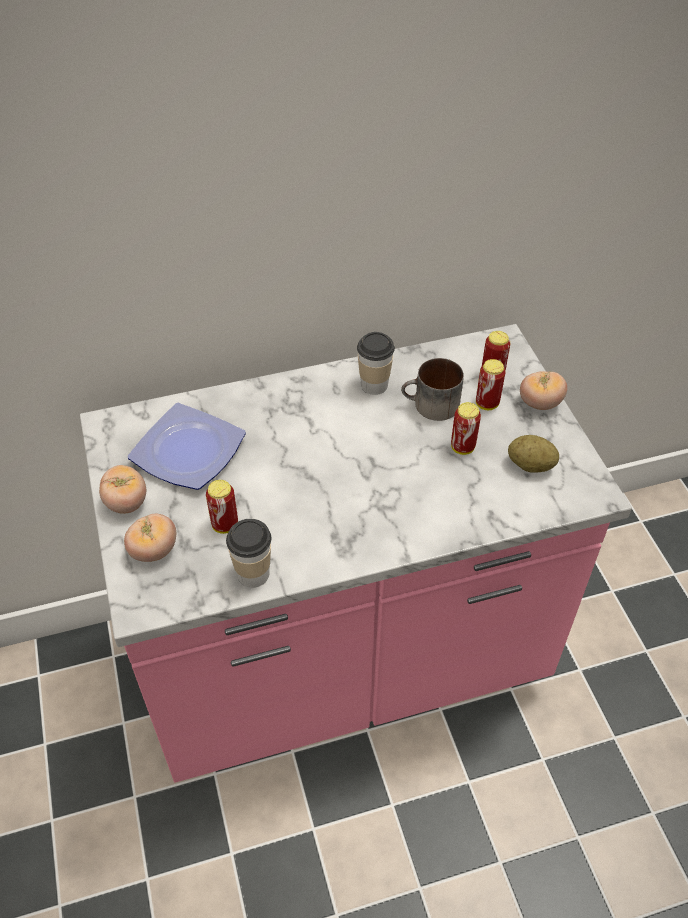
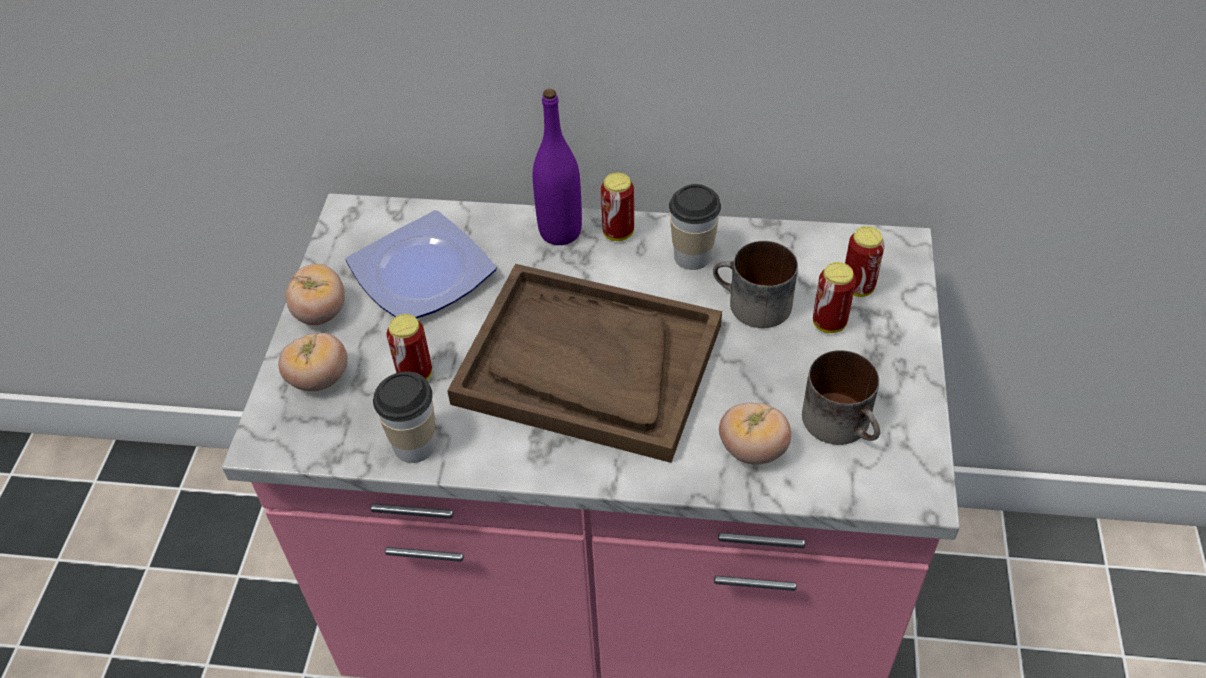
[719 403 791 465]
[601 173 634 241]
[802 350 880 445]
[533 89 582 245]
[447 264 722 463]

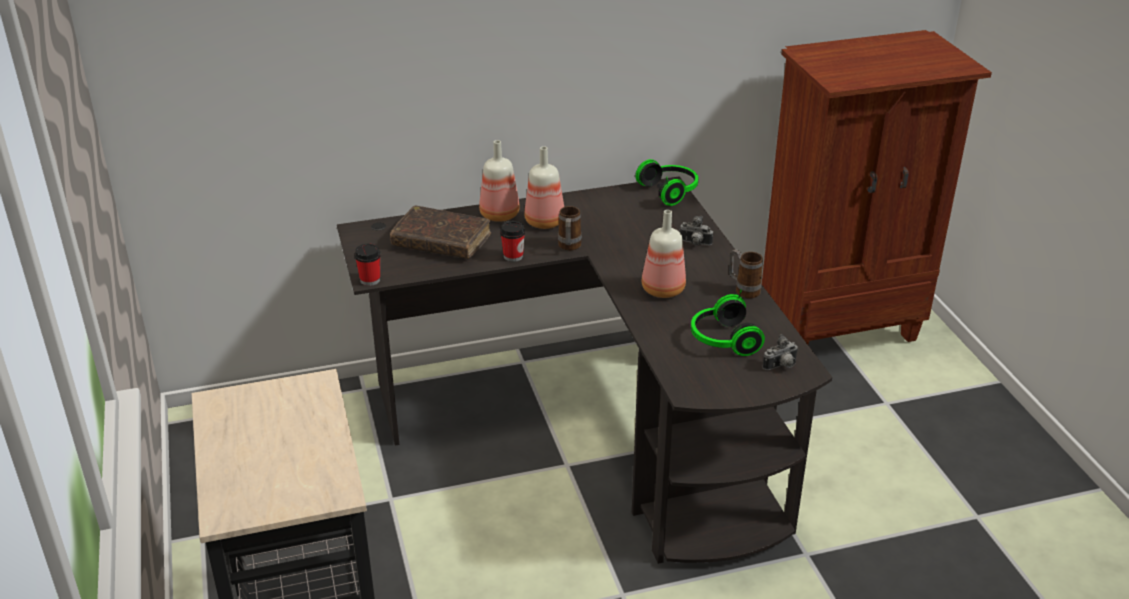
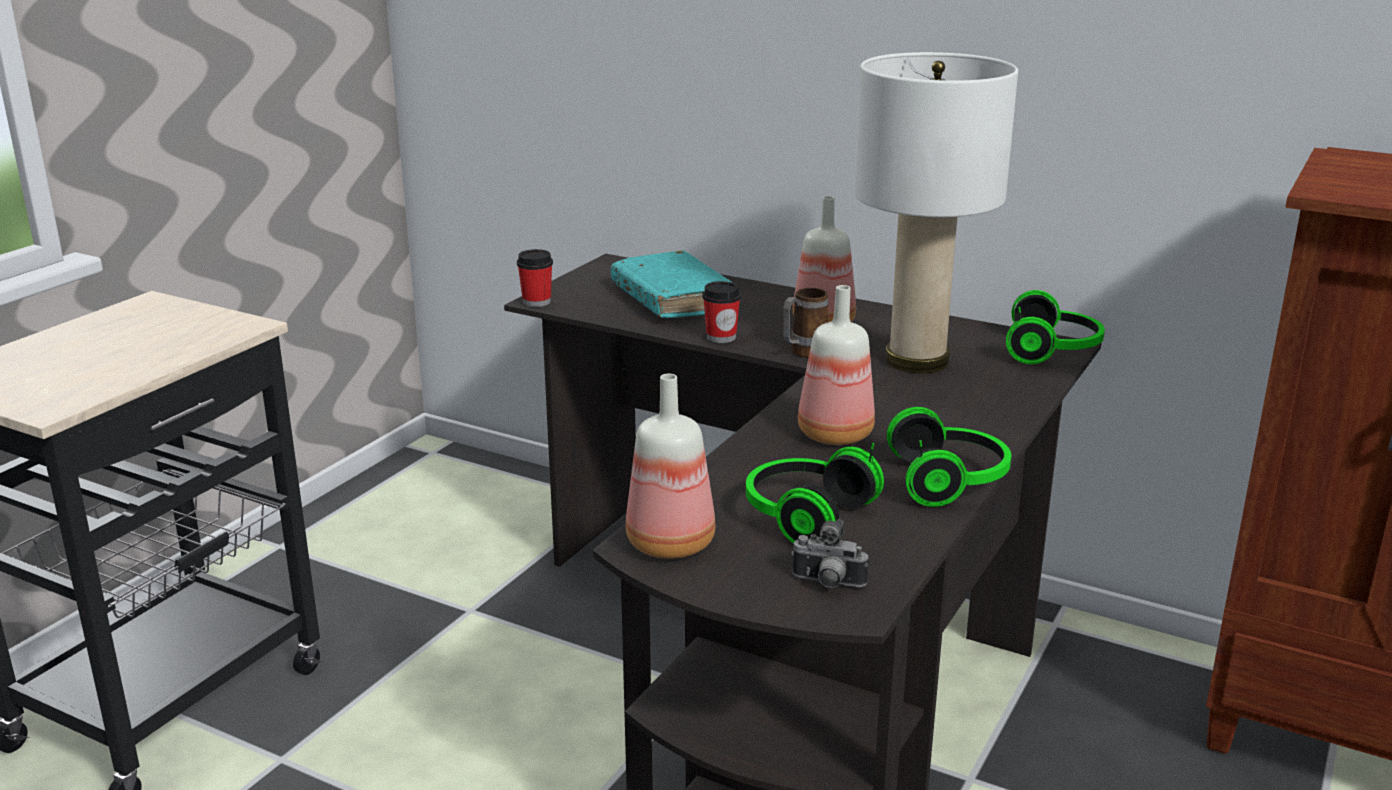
[626 373 715 559]
[611 251 733 318]
[679 216 713 245] (first image)
[887 407 1011 507]
[854 52 1018 373]

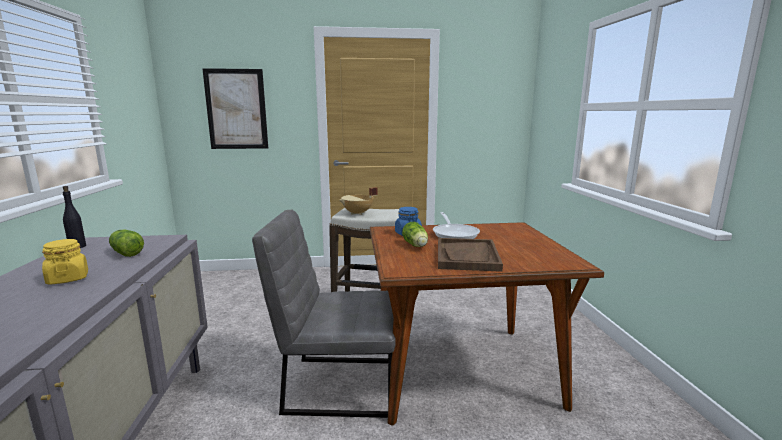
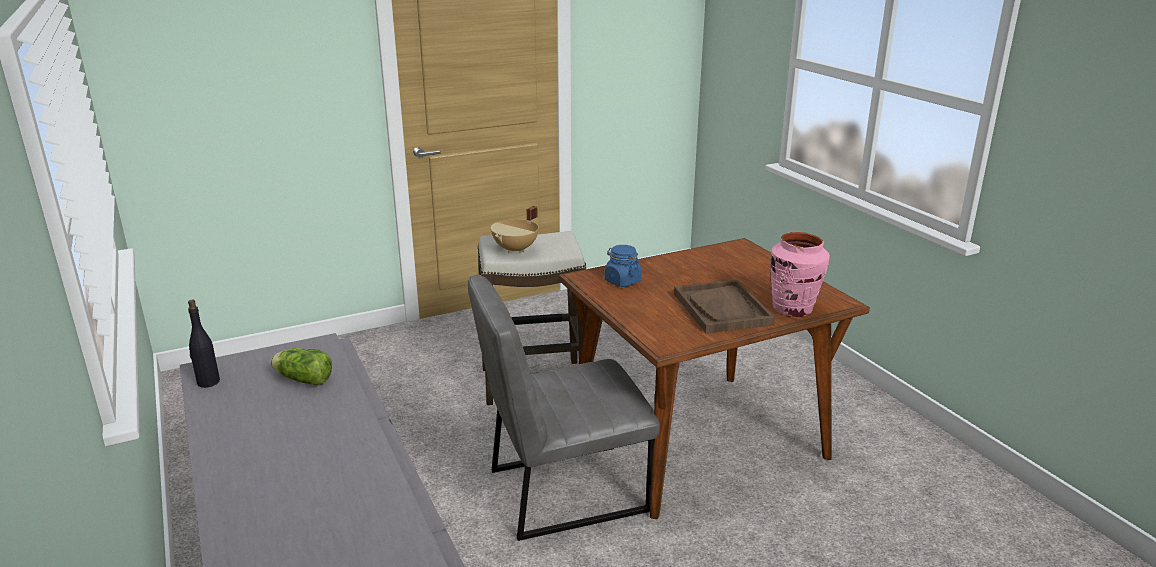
[202 68 268 149] (first image)
[433 212 480 239] (first image)
[402 222 428 247] (first image)
[42 239 88 285] (first image)
[770 232 830 317]

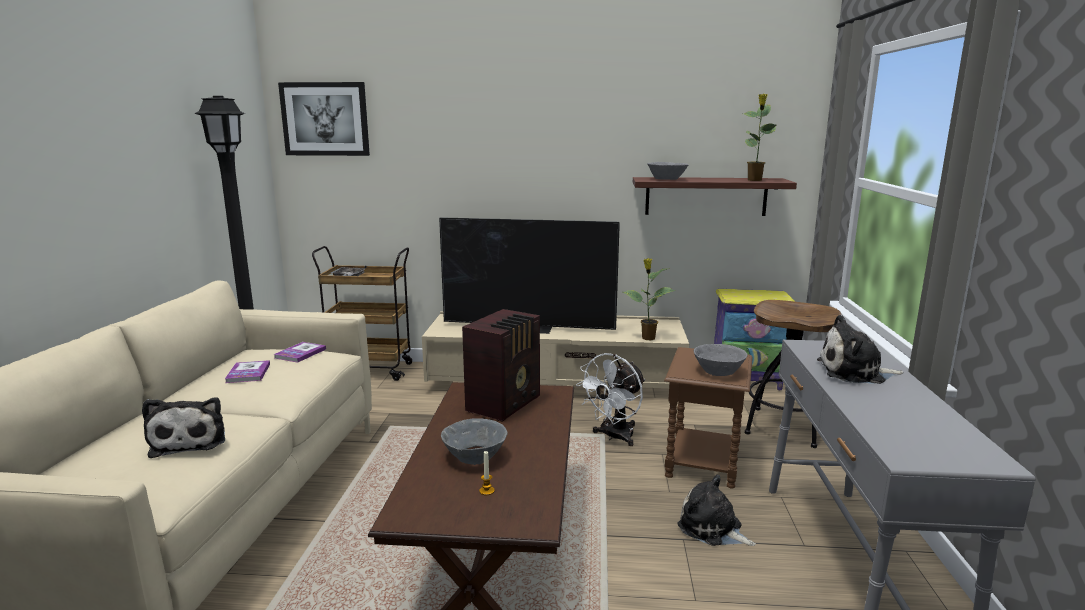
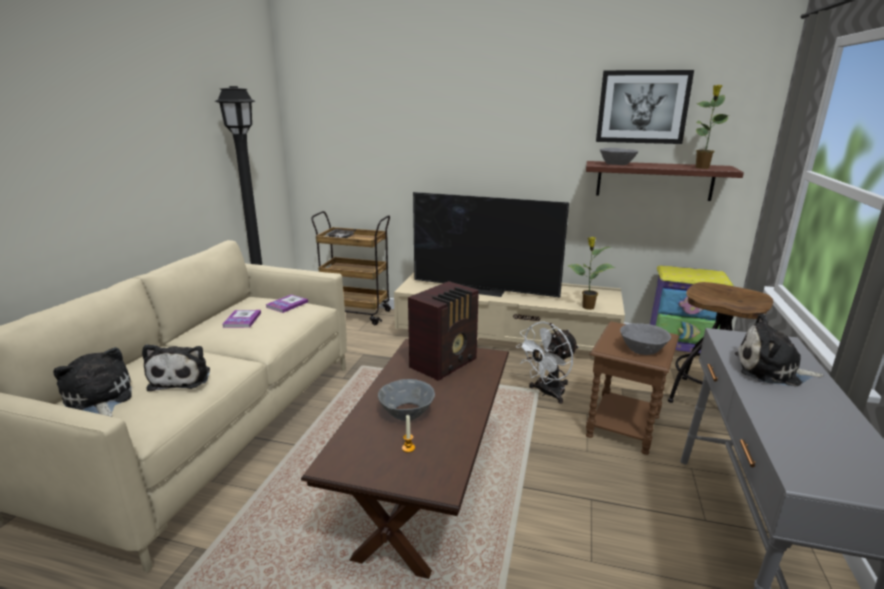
[596 70 694 144]
[53 347 132 417]

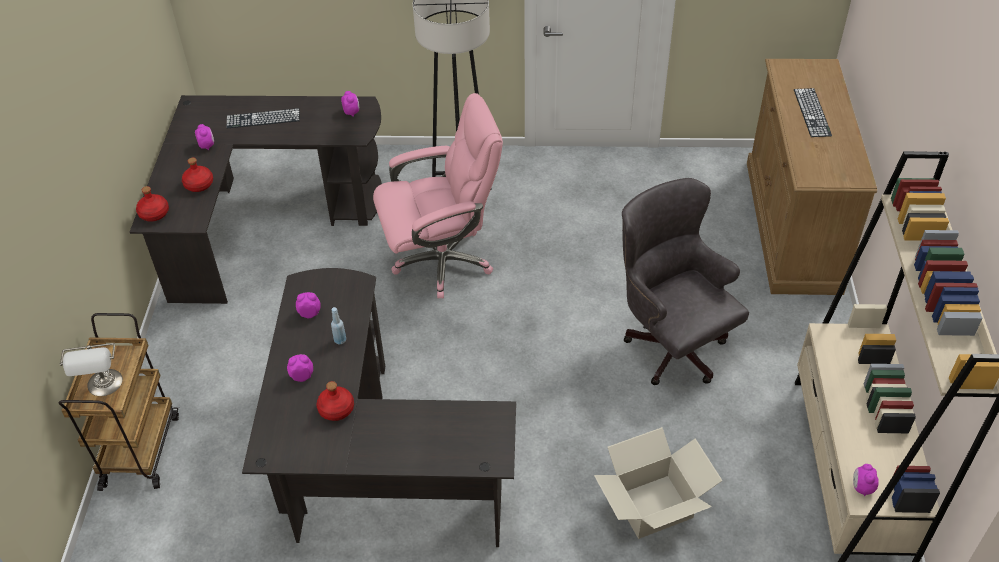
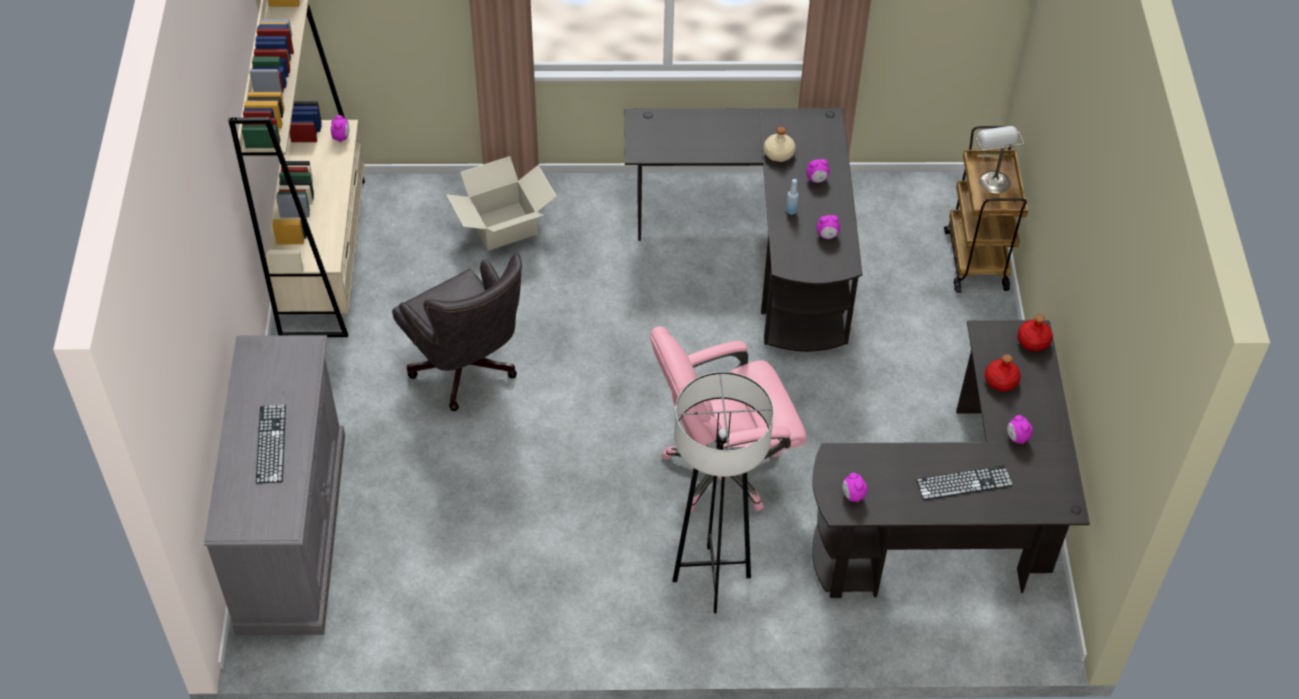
[204 335 345 635]
[764 126 796 162]

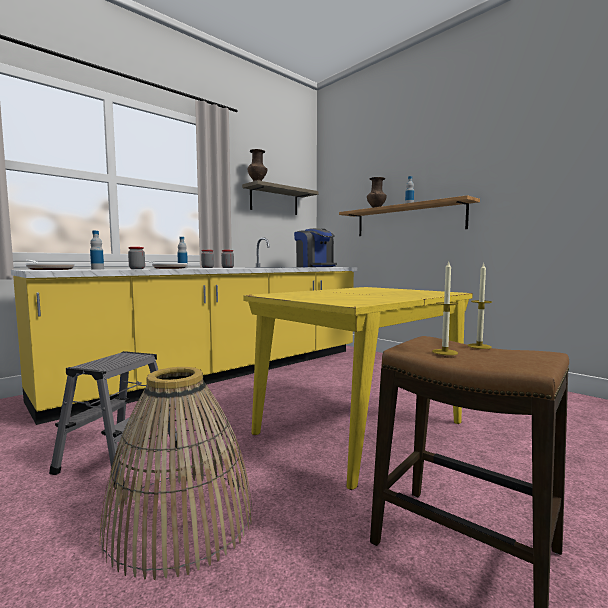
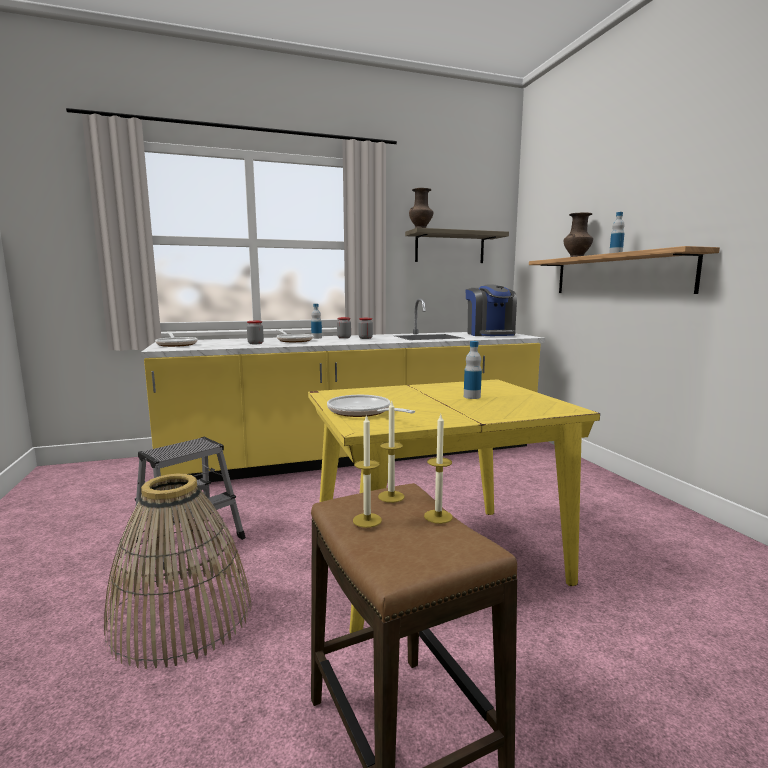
[464 341 482 399]
[327 395 415 417]
[378 401 405 503]

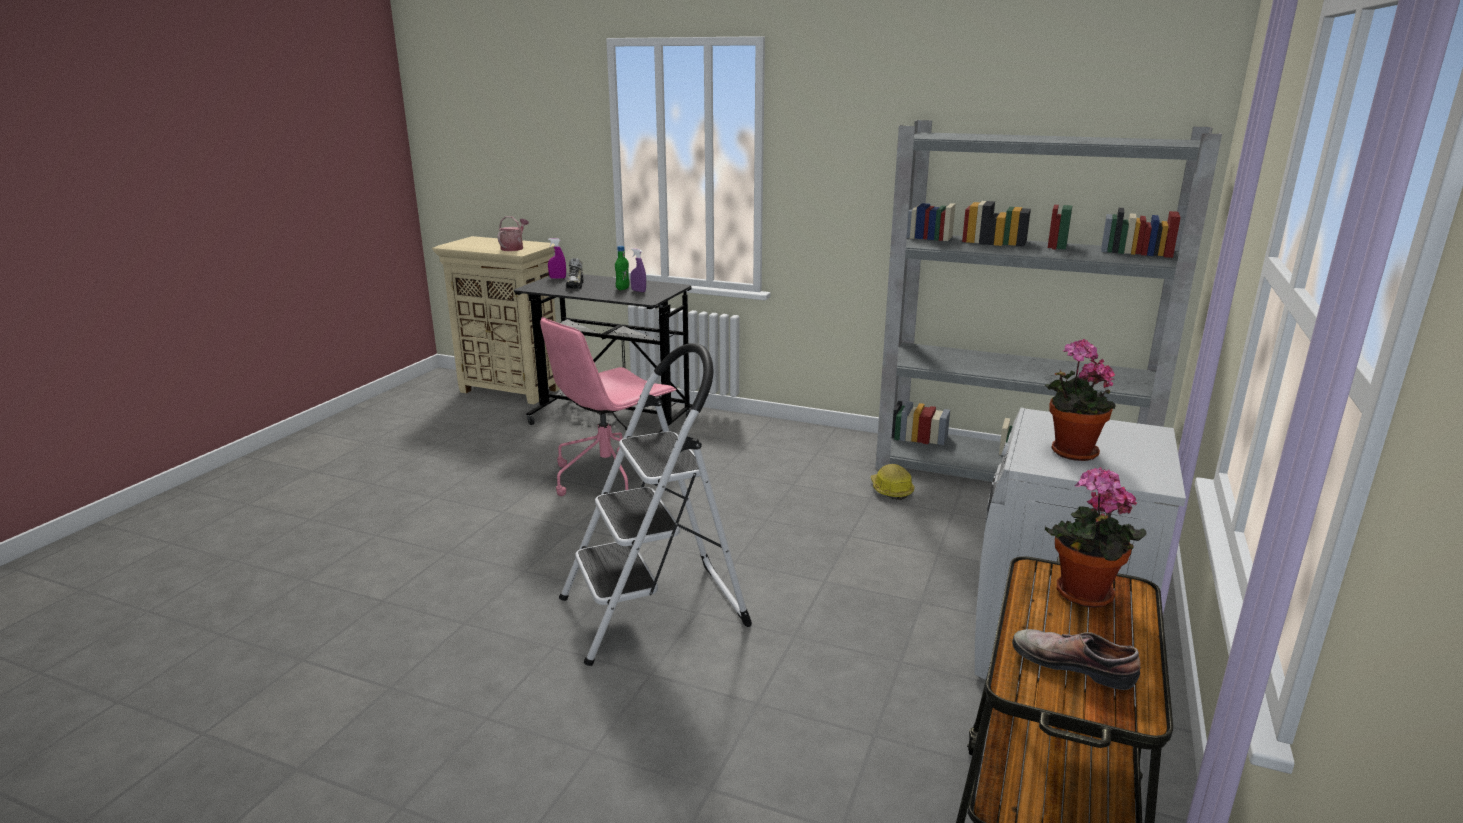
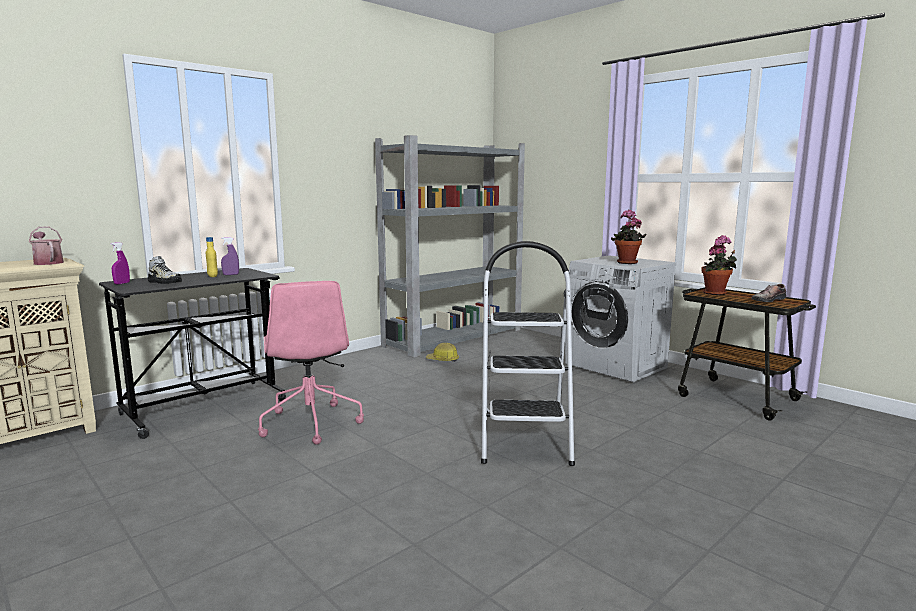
[206 237 218 277]

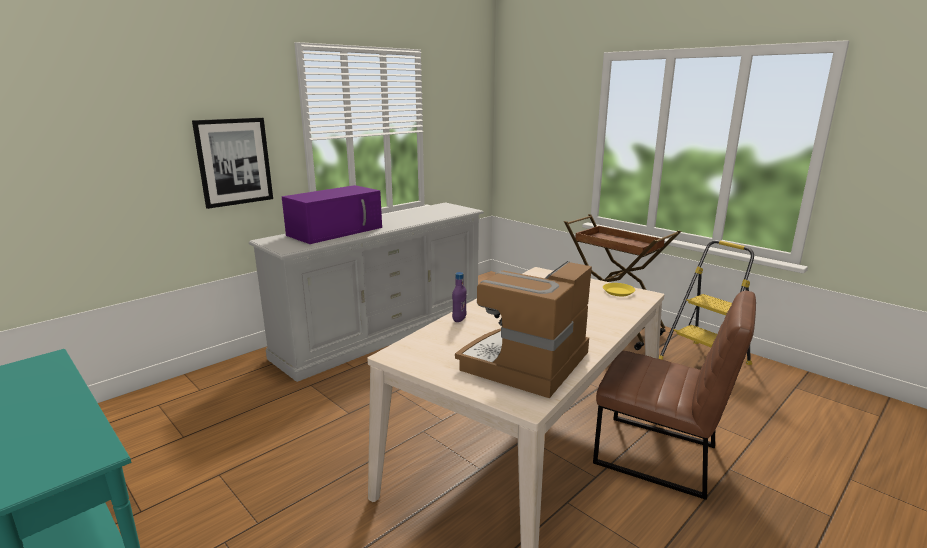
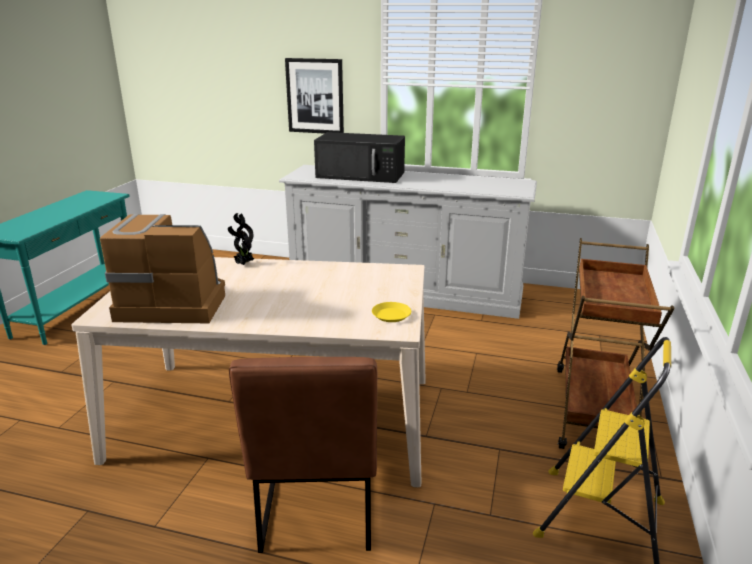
[314 132 405 183]
[228 213 254 265]

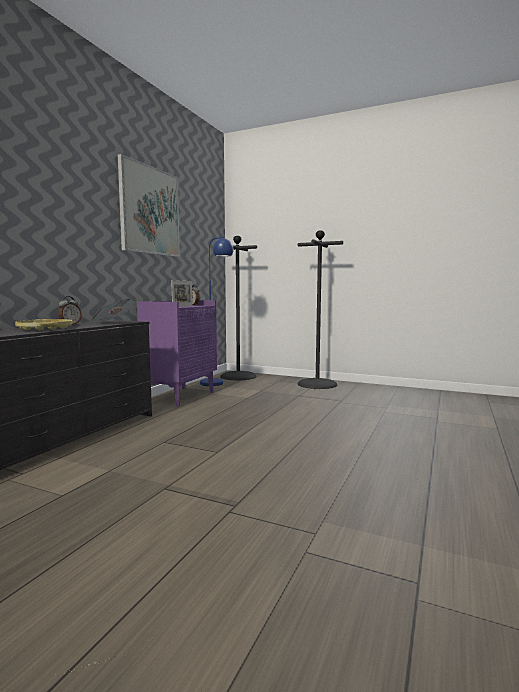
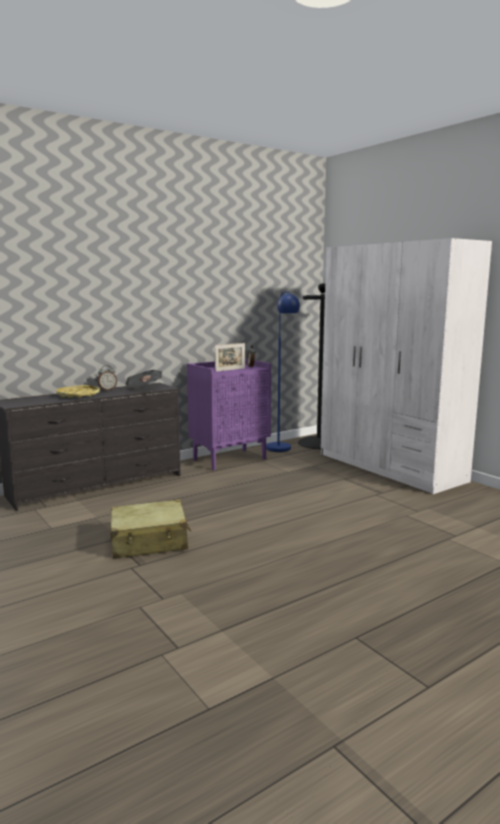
[117 154 180 257] (first image)
[321 238 492 494]
[110 499 191 559]

